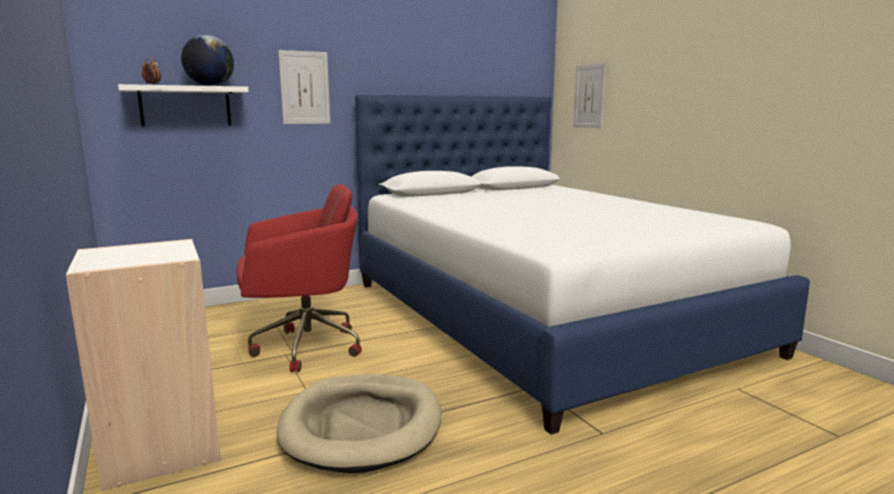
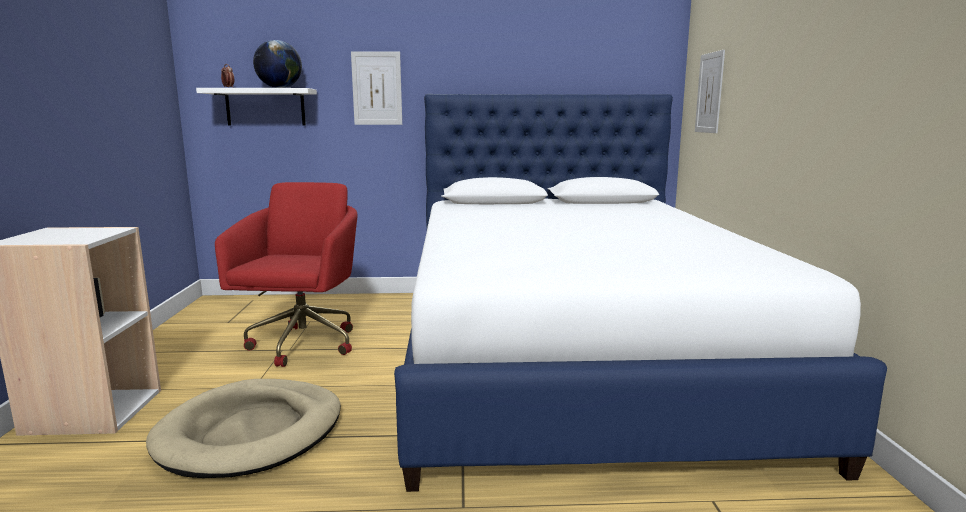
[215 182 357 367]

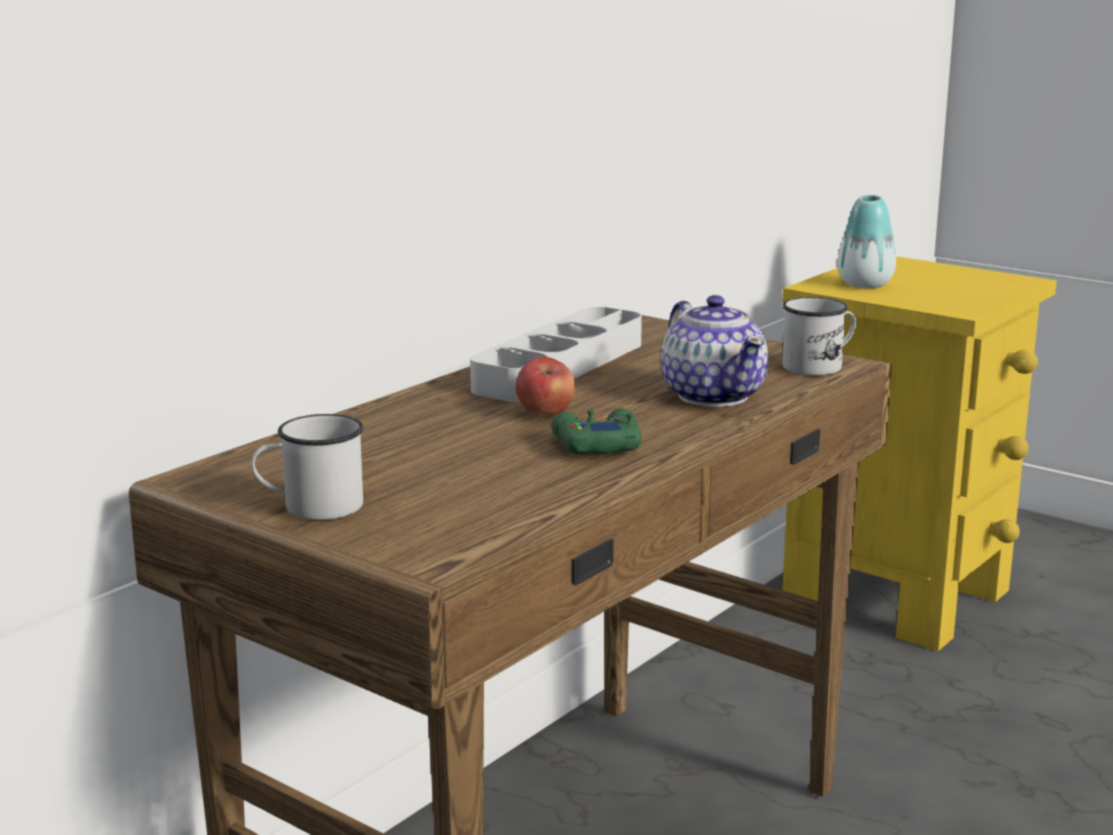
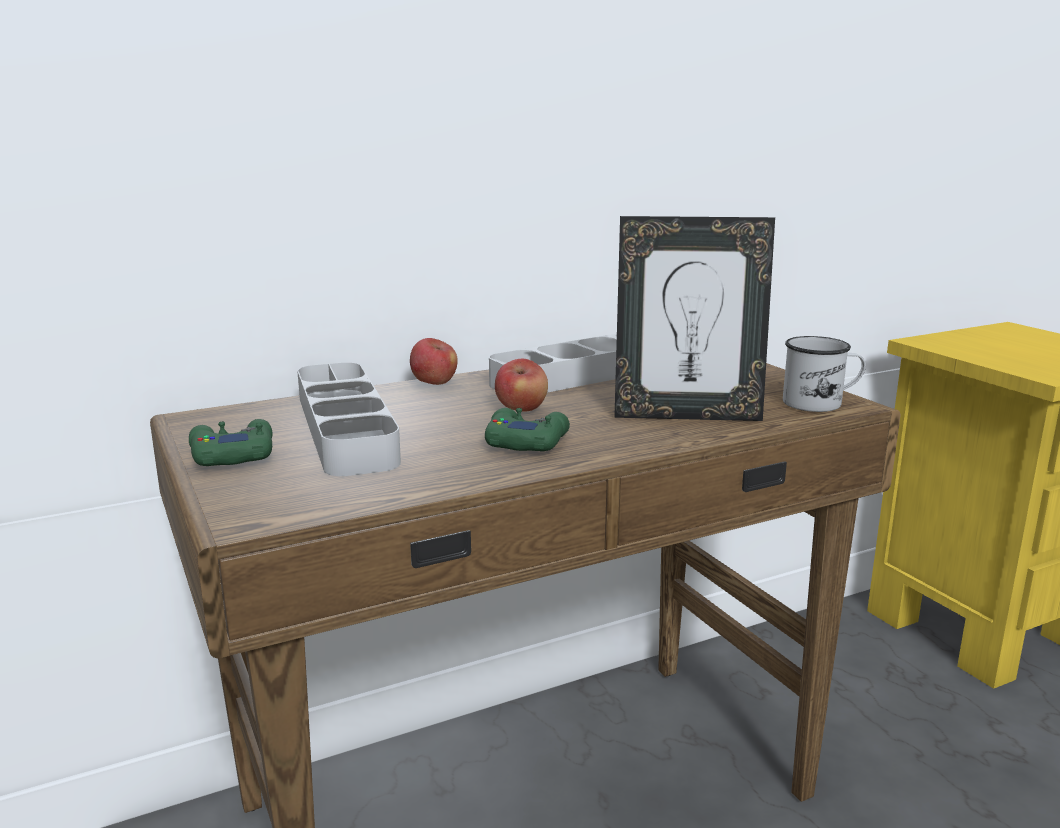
[837 195 896 288] (first image)
[614 216 775 421]
[189 419 273 466]
[410 338 458 385]
[297 362 401 476]

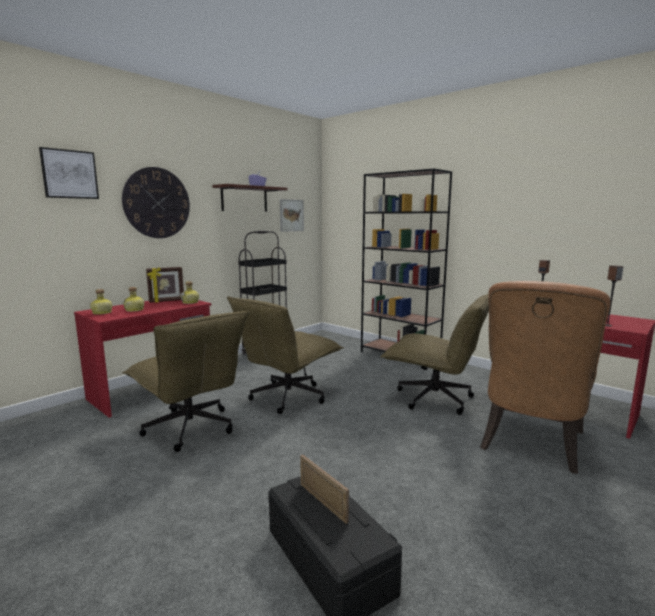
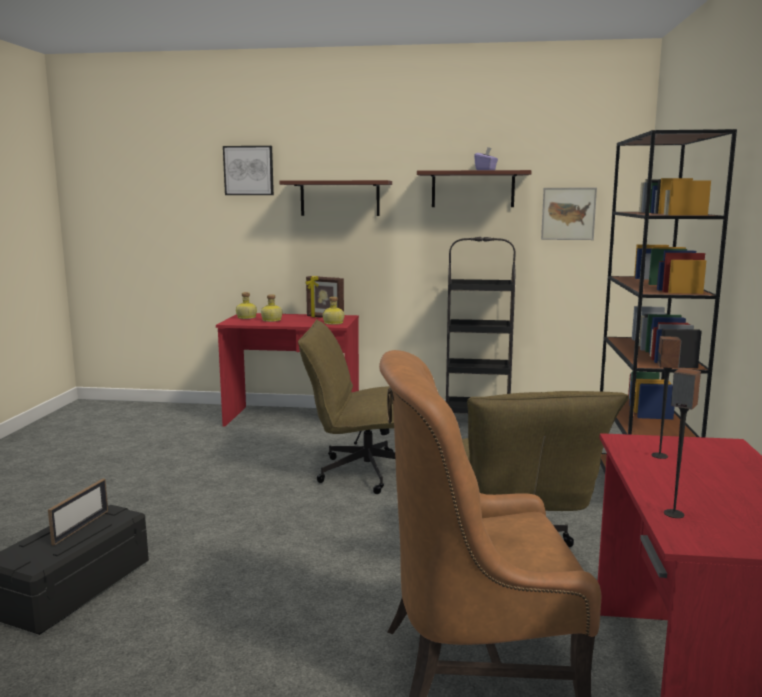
[279 180 392 216]
[122 311 251 452] (first image)

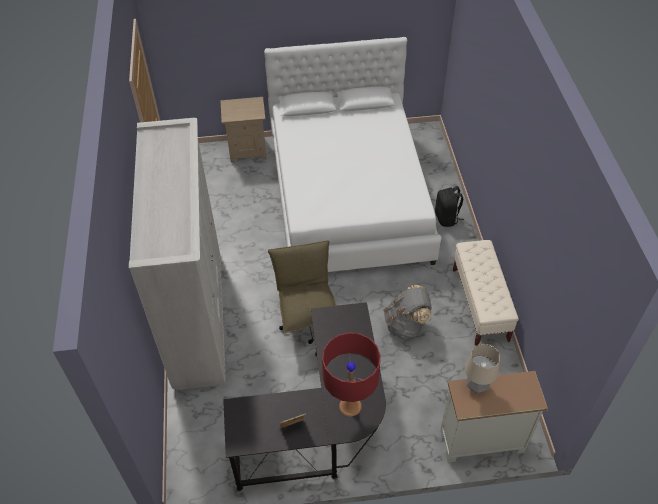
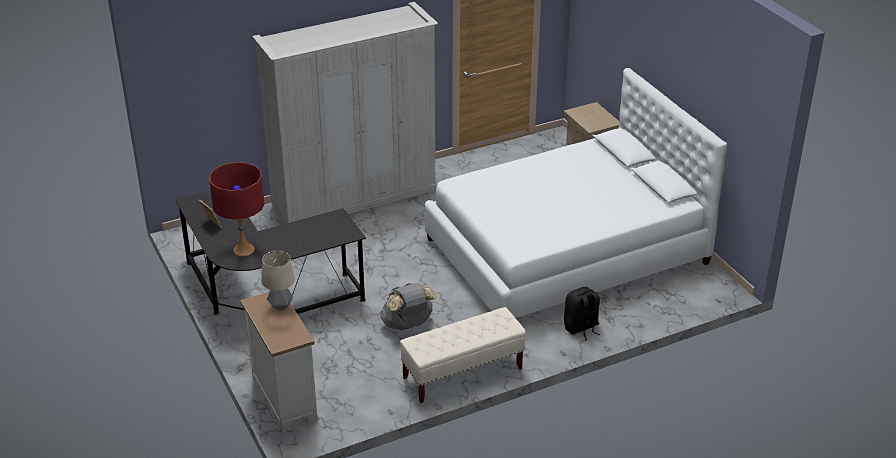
[268 240 337 344] (first image)

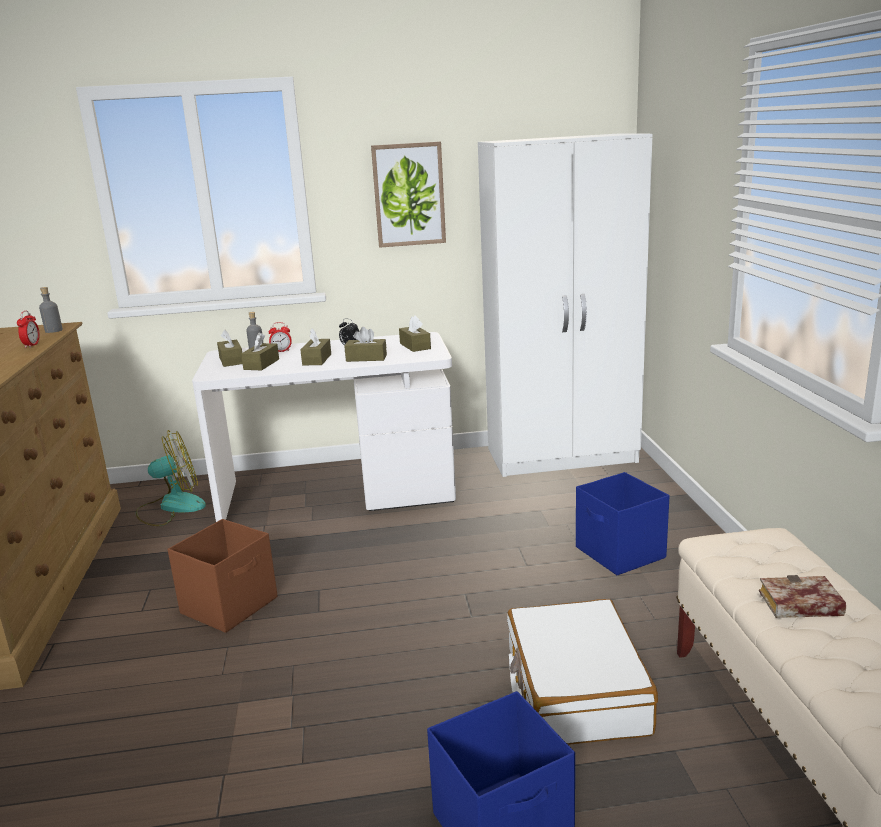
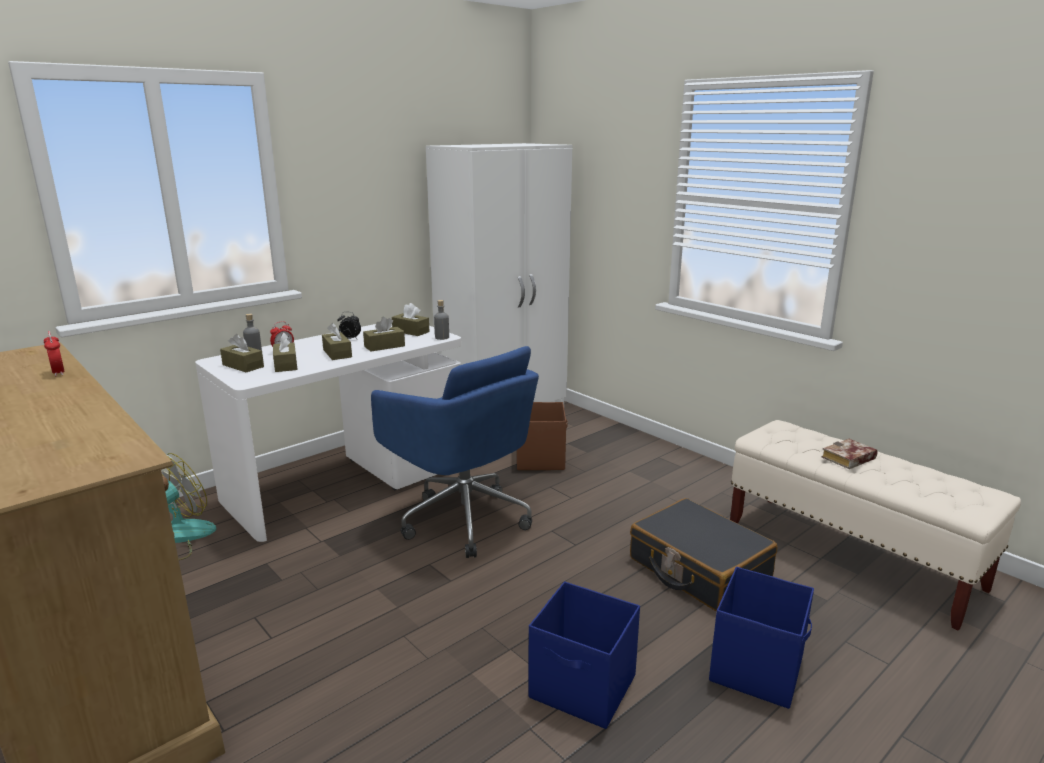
[371 142 446 248] (first image)
[434 300 449 340]
[528 582 640 729]
[517 402 568 470]
[630 498 777 612]
[371 346 539 558]

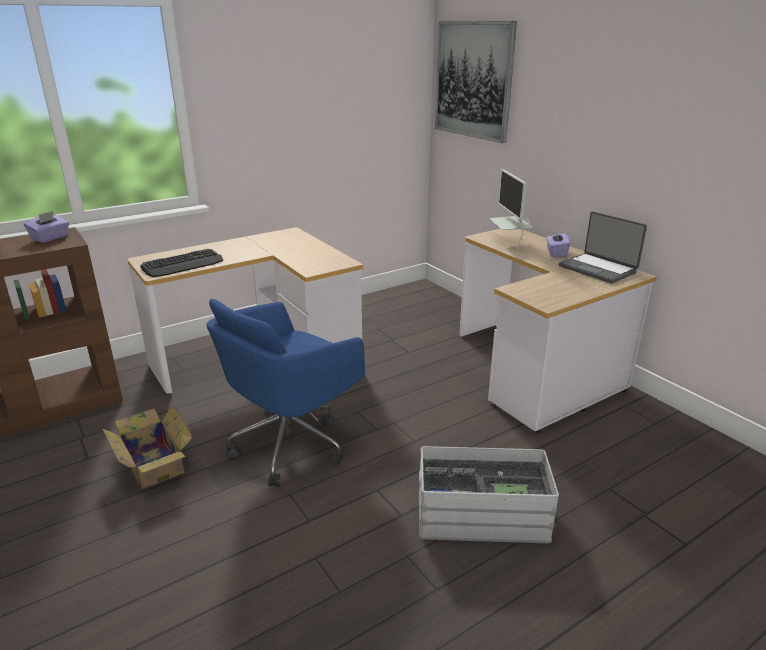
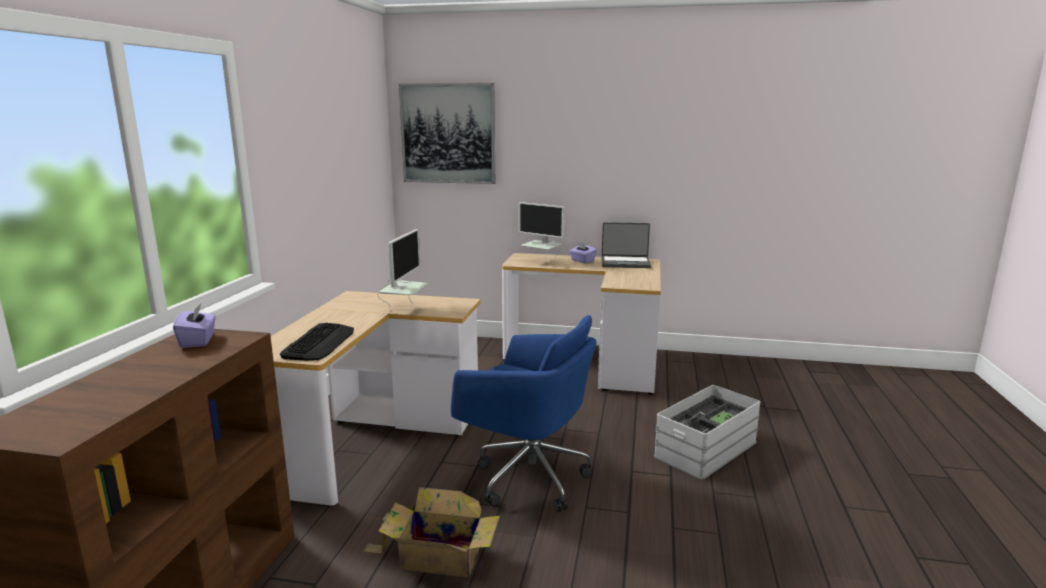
[451 315 597 512]
[377 229 428 308]

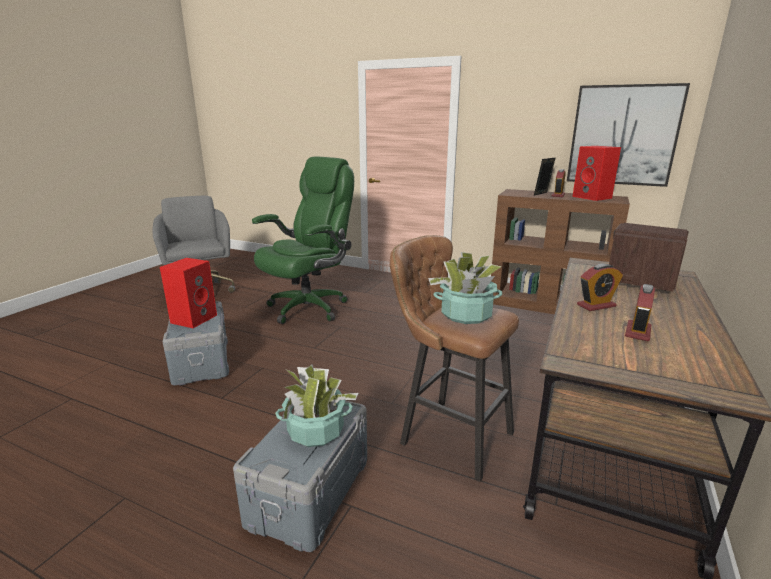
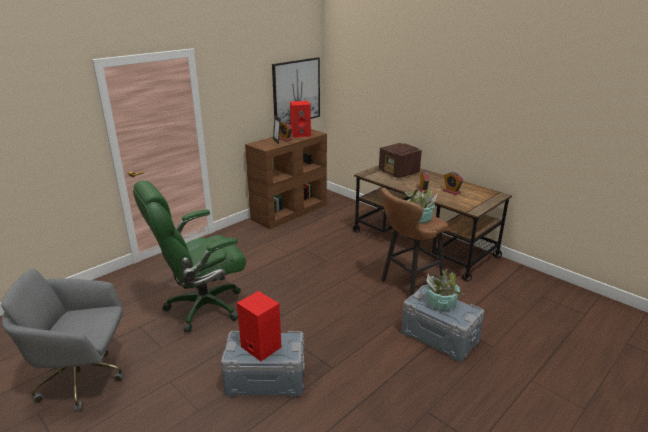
[133 180 246 332]

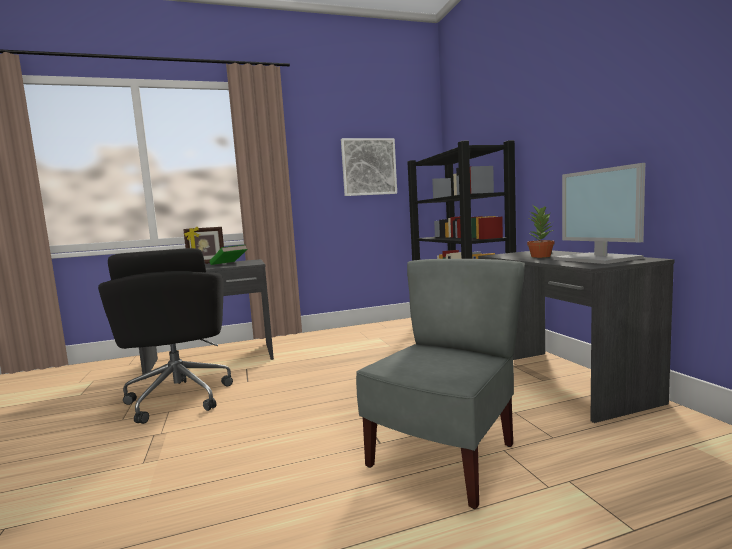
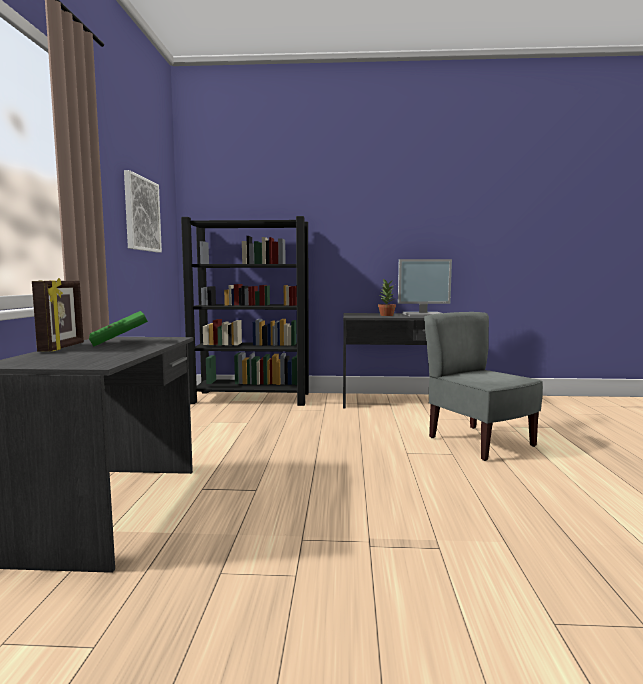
[98 248 233 424] (first image)

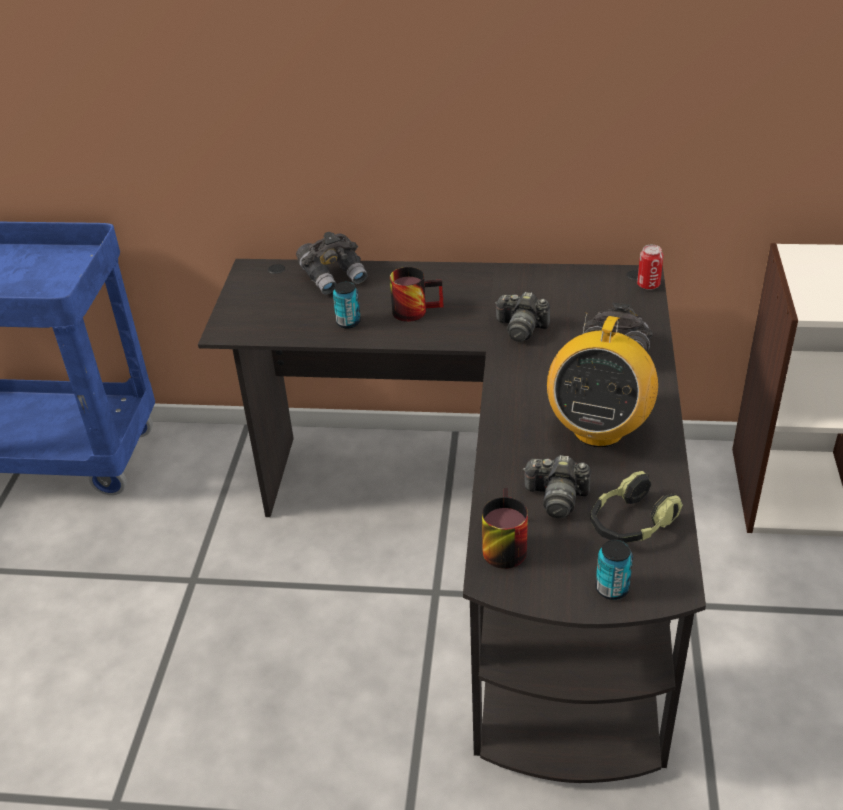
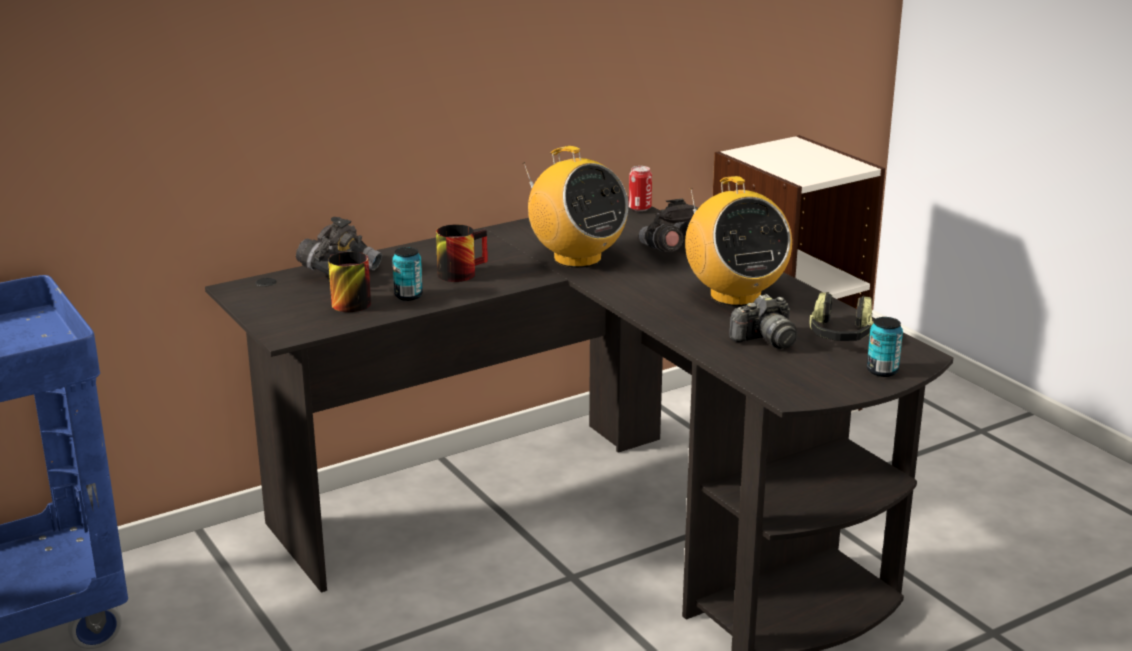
[524 146 628 268]
[328 252 371 312]

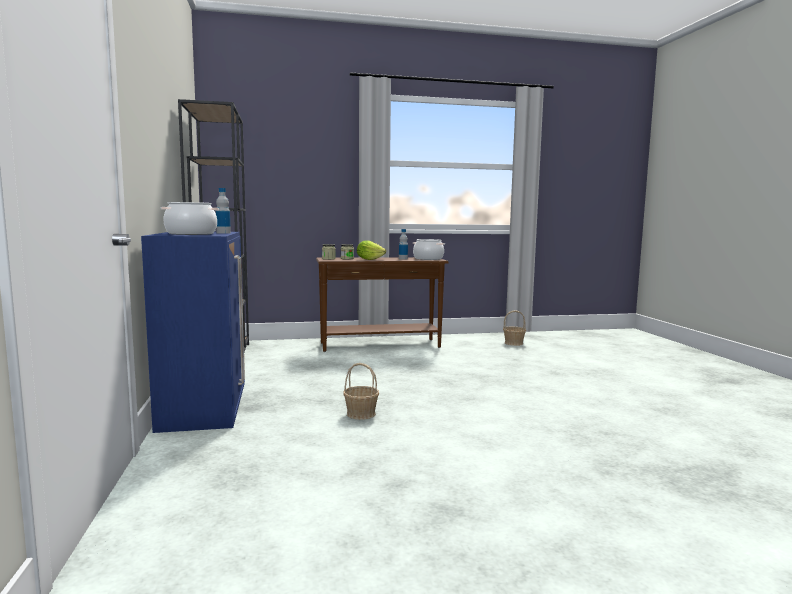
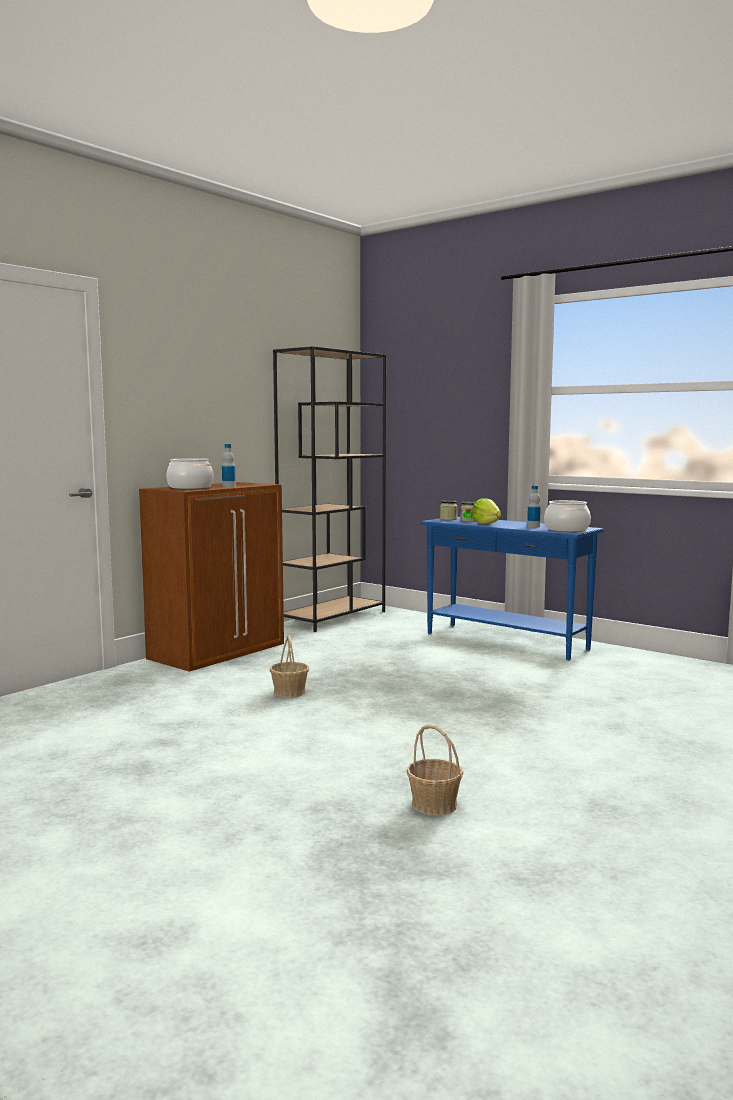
[139 482 284 672]
[421 517 604 661]
[406 724 463 816]

